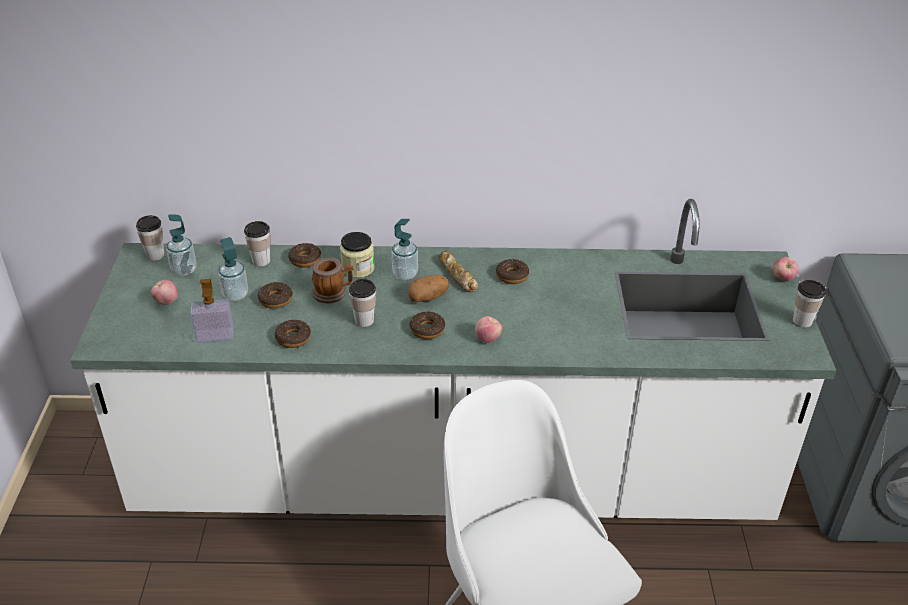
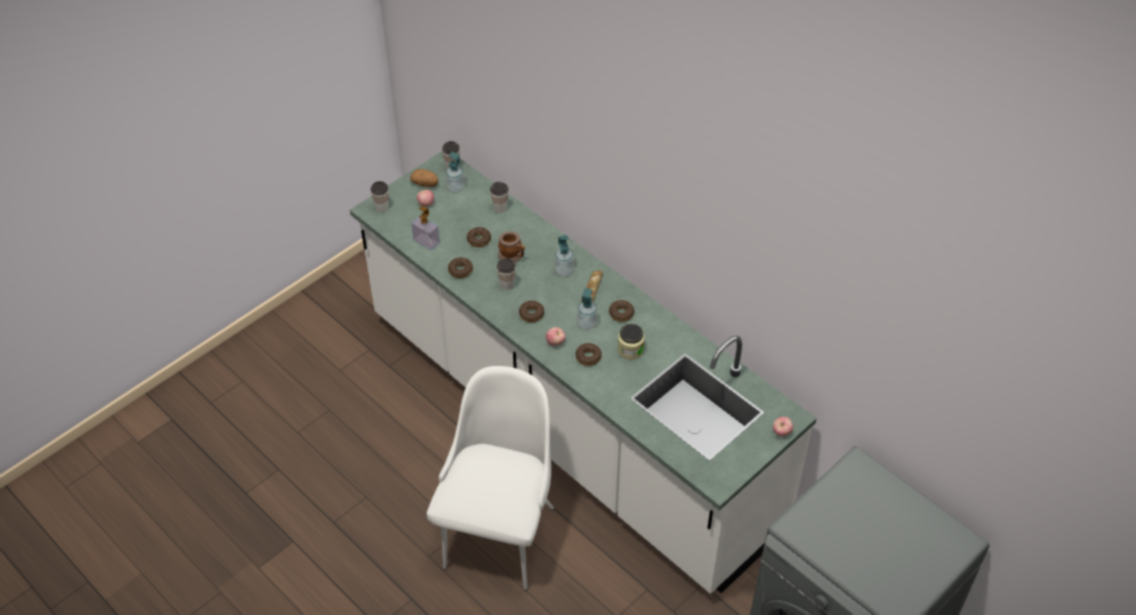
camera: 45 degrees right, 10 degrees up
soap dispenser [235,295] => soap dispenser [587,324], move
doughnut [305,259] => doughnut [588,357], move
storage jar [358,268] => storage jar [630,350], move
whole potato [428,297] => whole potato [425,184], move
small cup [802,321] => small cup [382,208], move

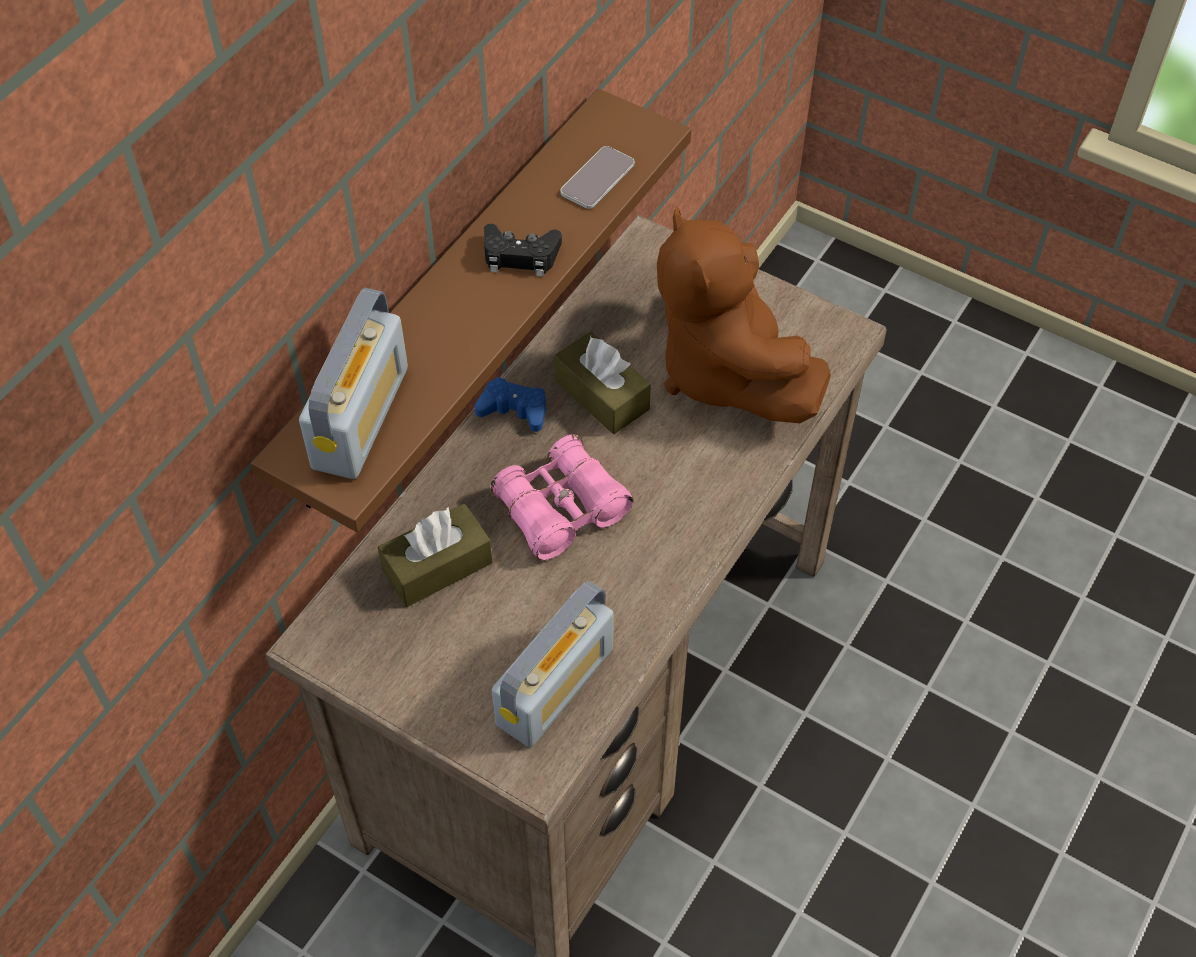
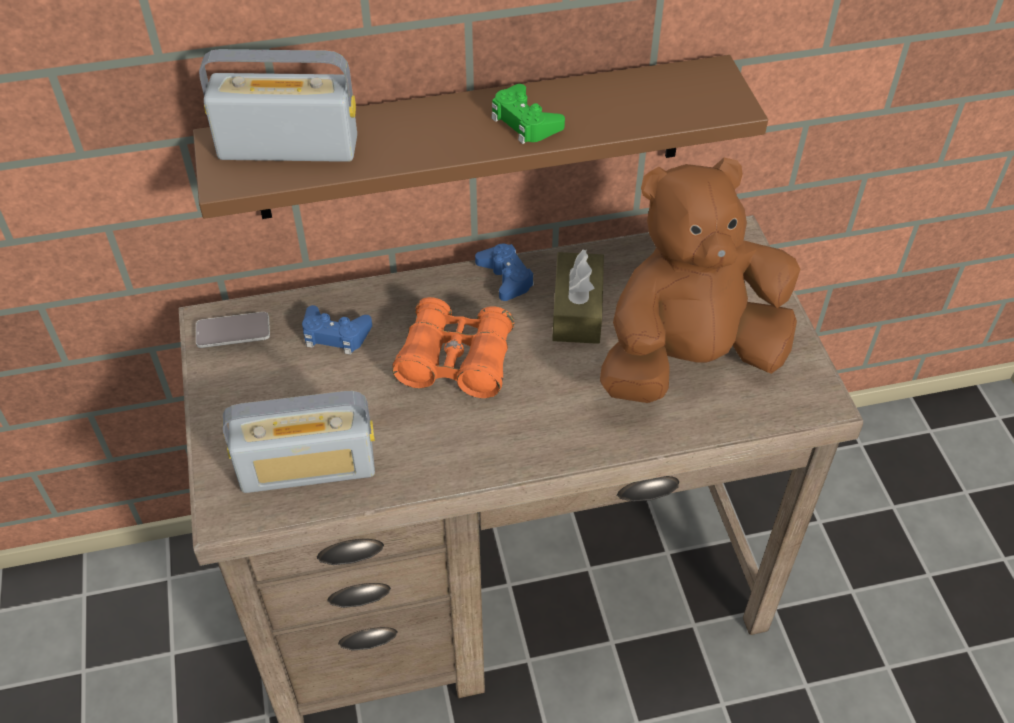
camera: 45 degrees right, 5 degrees down
telephone [597,179] => telephone [233,331], move
brown tissue holder [437,566] => blue-coloured gamepad [335,335]
blackish gamepad [520,256] => greenish gamepad [525,122]
pink pair of binoculars [561,509] => orange pair of binoculars [456,361]
radio [360,417] => radio [288,148], 150 degrees counterclockwise
brown cuddly toy [726,370] => brown cuddly toy [689,359], 45 degrees clockwise

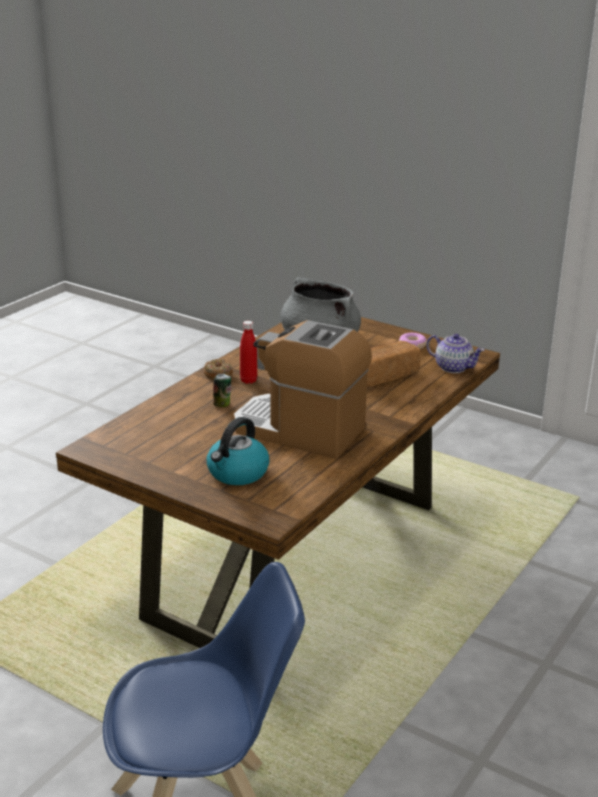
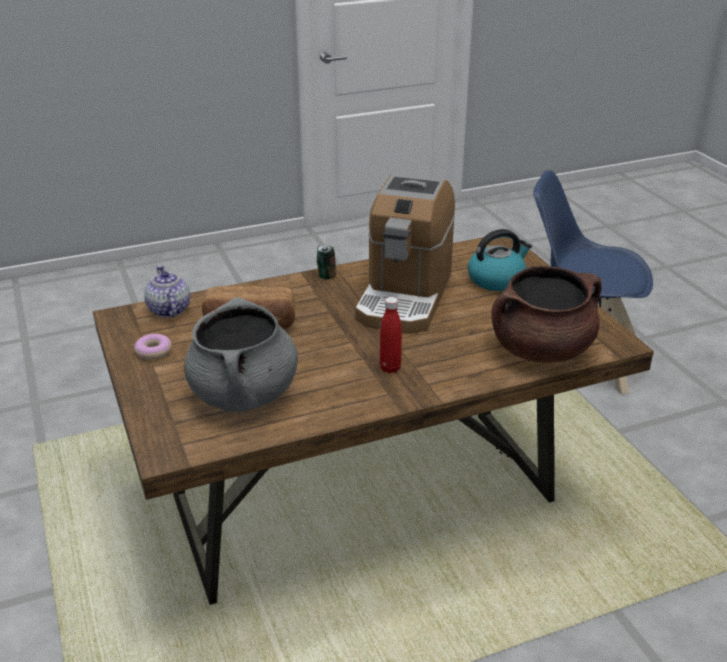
camera: 145 degrees left, 5 degrees up
doughnut [217,374] => nothing
nothing => brown stockpot [541,349]
can [222,404] => can [326,276], move
coffee brewer [299,430] => coffee brewer [404,297], 45 degrees clockwise

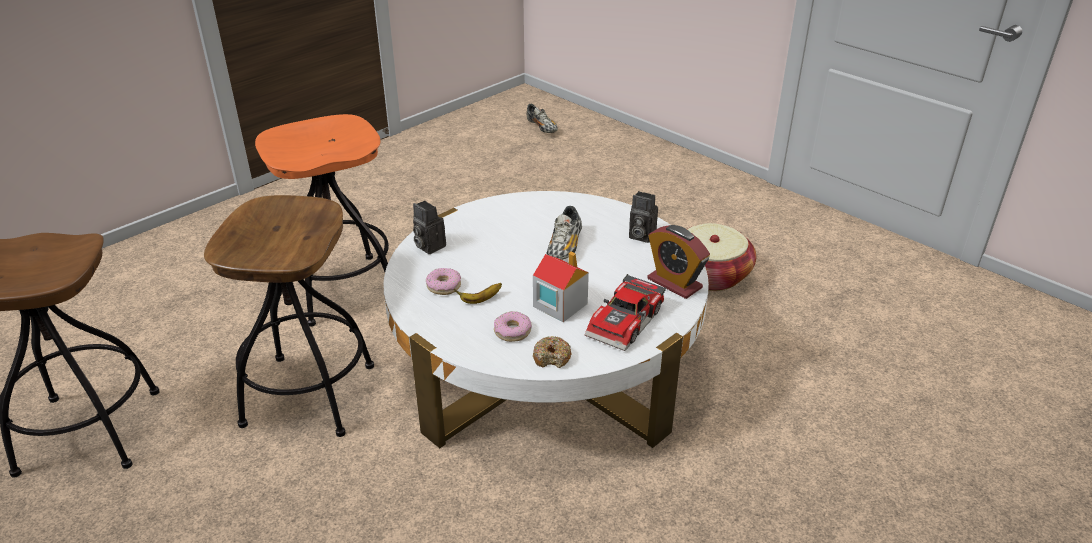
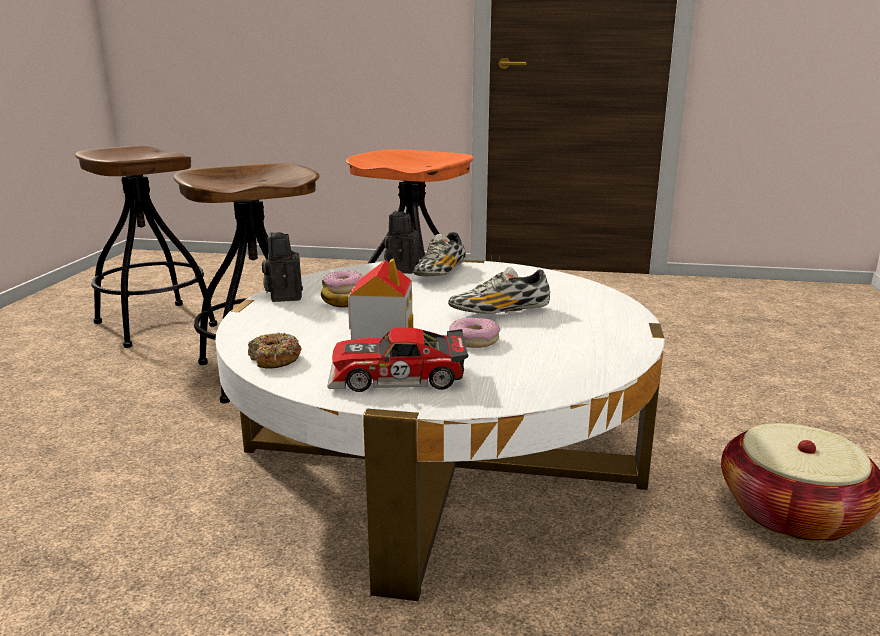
camera: 55 degrees right, 15 degrees down
table clock [674,283] => nothing
doughnut [512,331] => doughnut [474,340], move
item of footwear [542,128] => item of footwear [440,273], move
still camera [640,236] => still camera [284,296], move

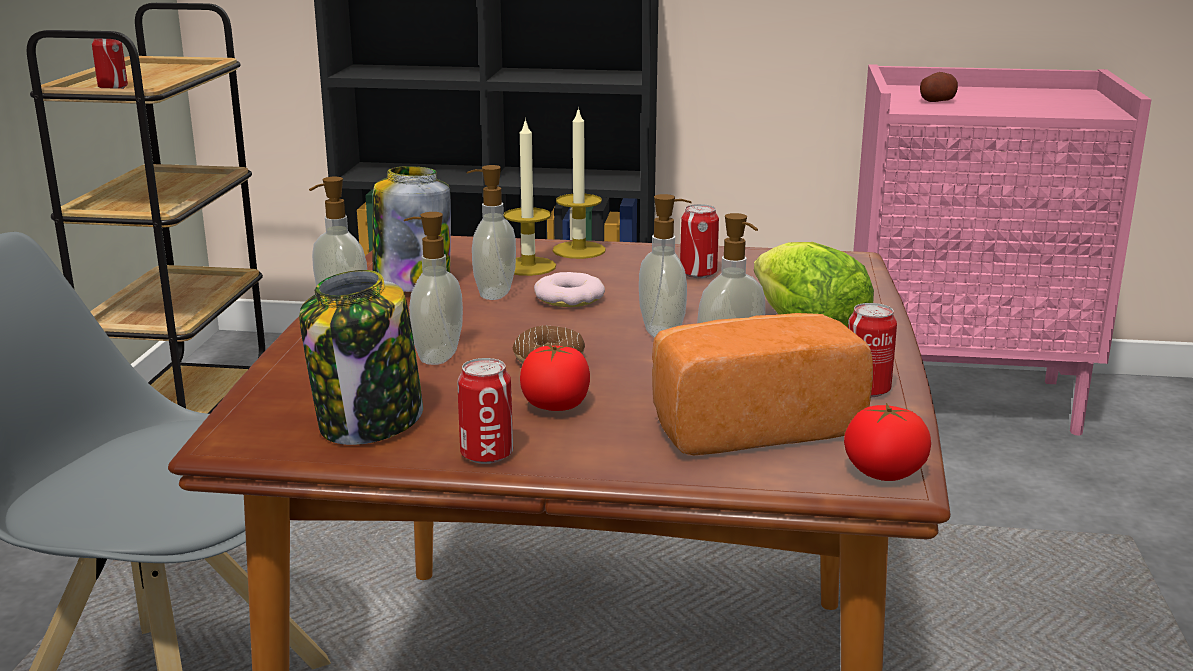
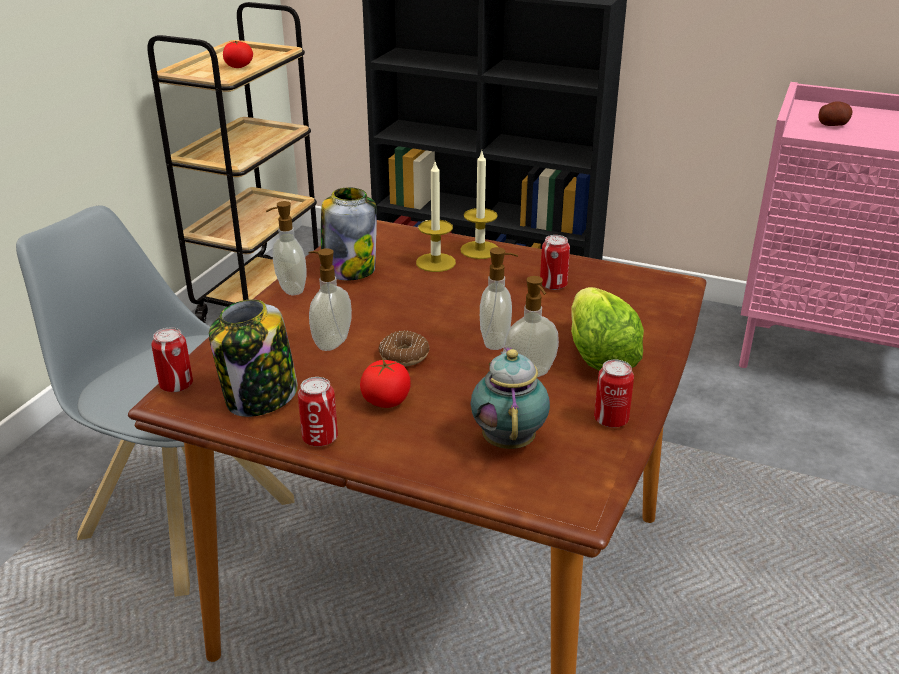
camera: 15 degrees right, 10 degrees up
soap dispenser [493,293] => nothing
doughnut [569,298] => nothing
can [113,88] => can [176,385], move
tomato [884,472] => tomato [239,66], move
bakery bread [750,424] => pot for tea [509,439]

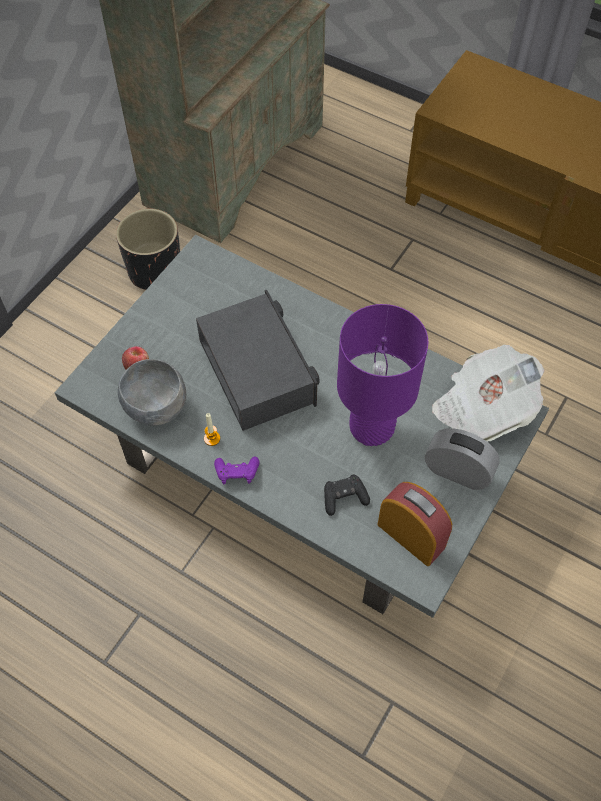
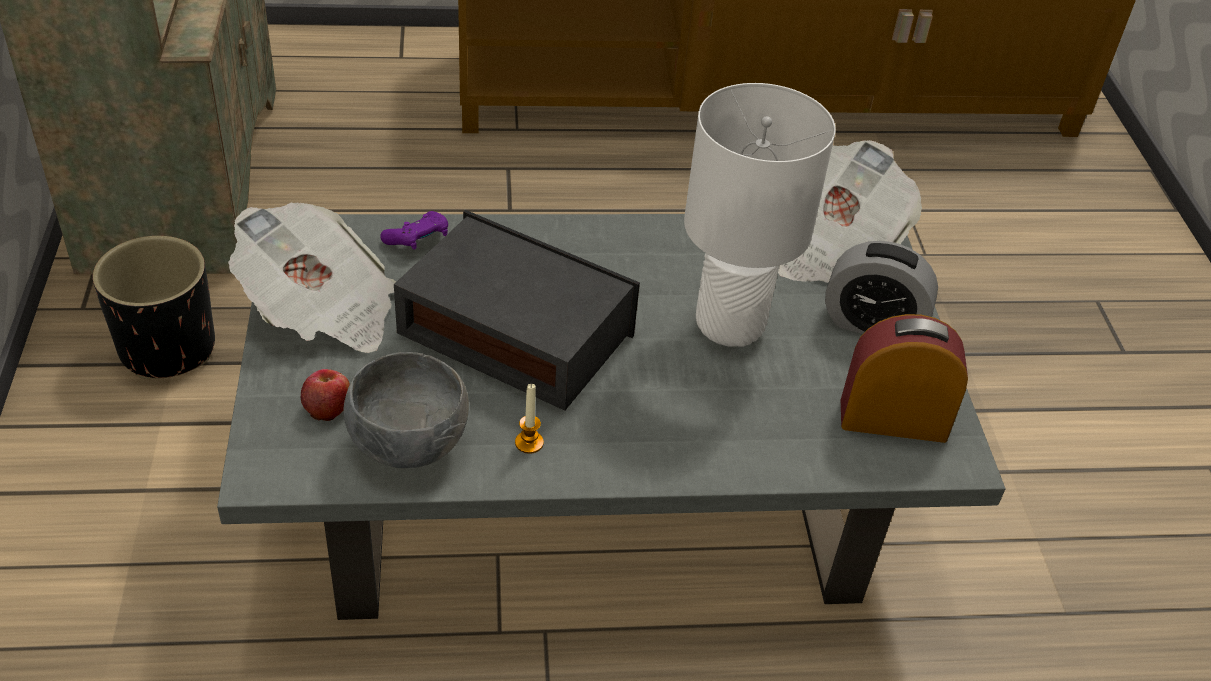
camera: 40 degrees left, 15 degrees down
blackish gamepad [344,498] => nothing
nothing => printed paper [321,310]
purplish gamepad [237,474] => purplish gamepad [418,241], move
purplish tabletop lamp [371,429] => white tabletop lamp [728,329]
table clock [457,471] => table clock [872,324], 150 degrees counterclockwise

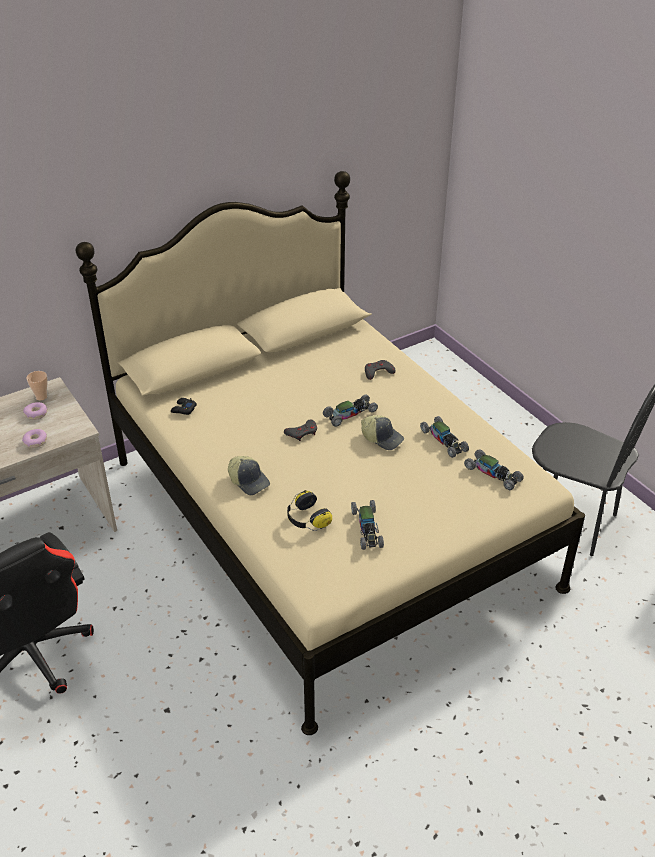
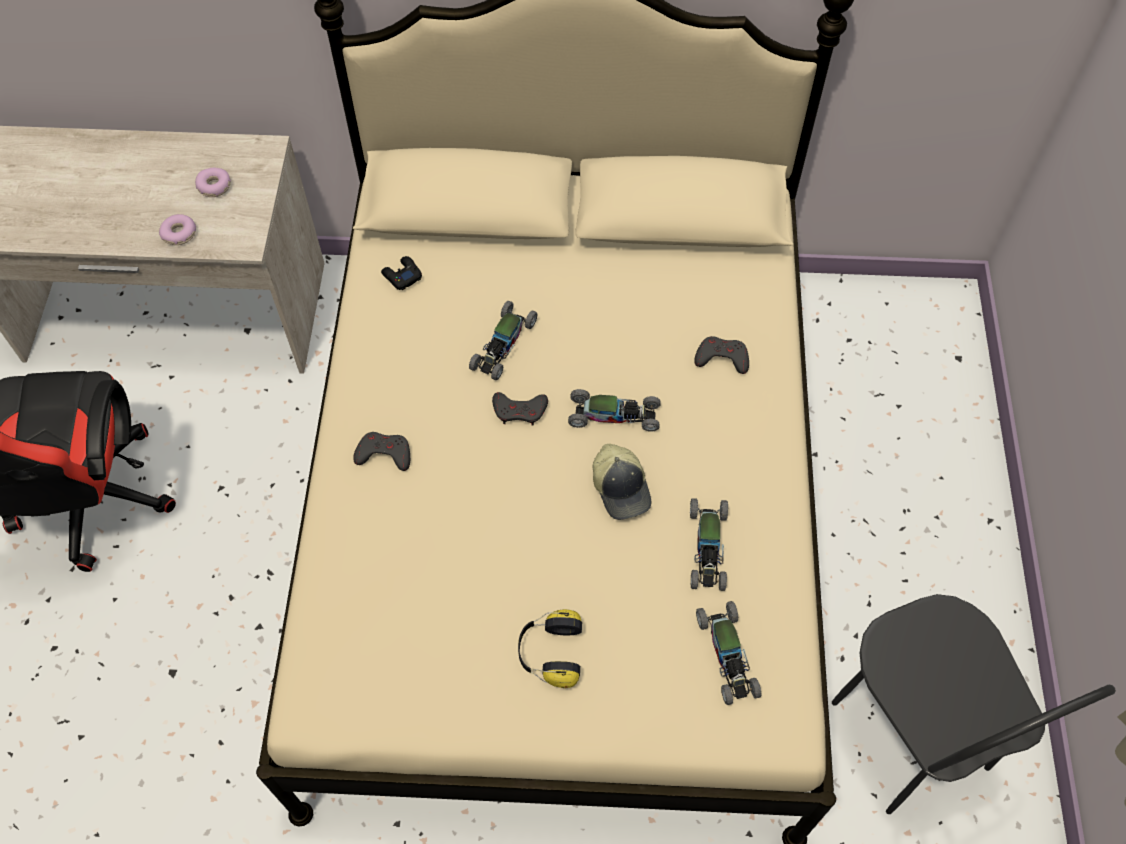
camera: 35 degrees right, 20 degrees up
small cup [41,397] => nothing
pair of headphones [306,519] => pair of headphones [549,653], move
miniature car [367,528] => miniature car [503,345], move
peaked cap [249,481] => grey gamepad [384,454]

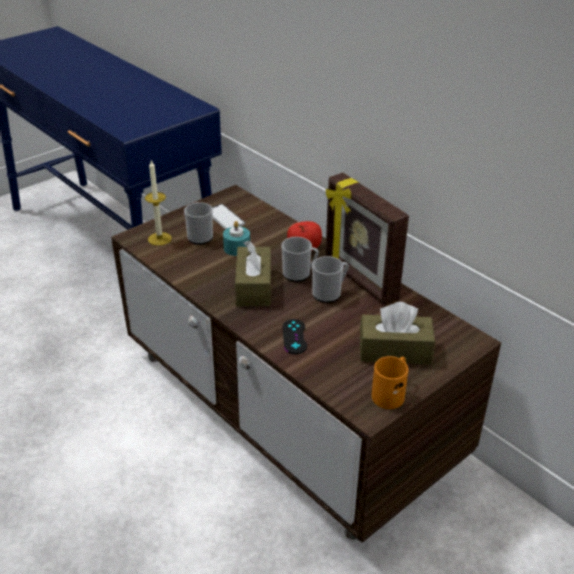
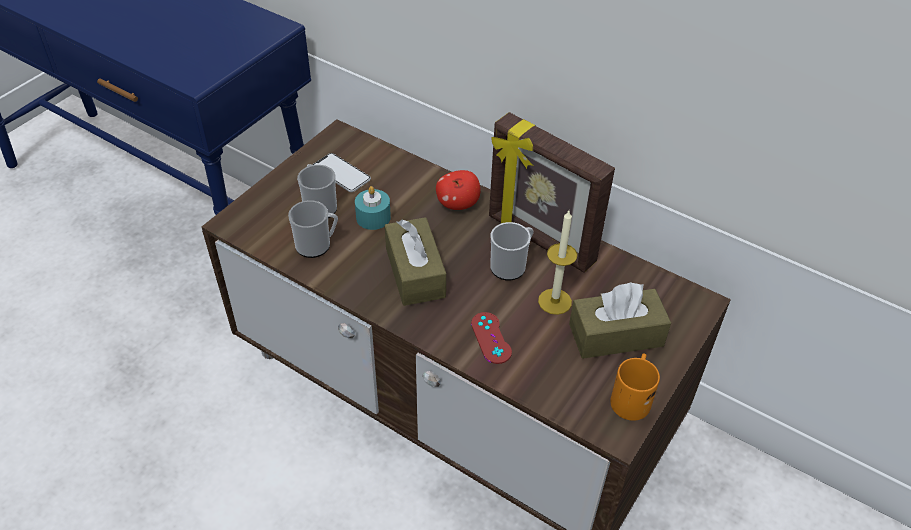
camera: 15 degrees left, 10 degrees up
candle [159,239] => candle [554,301], move
coffee mug [299,274] => coffee mug [317,245], move
blackish gamepad [294,336] => red-coloured gamepad [491,338]

